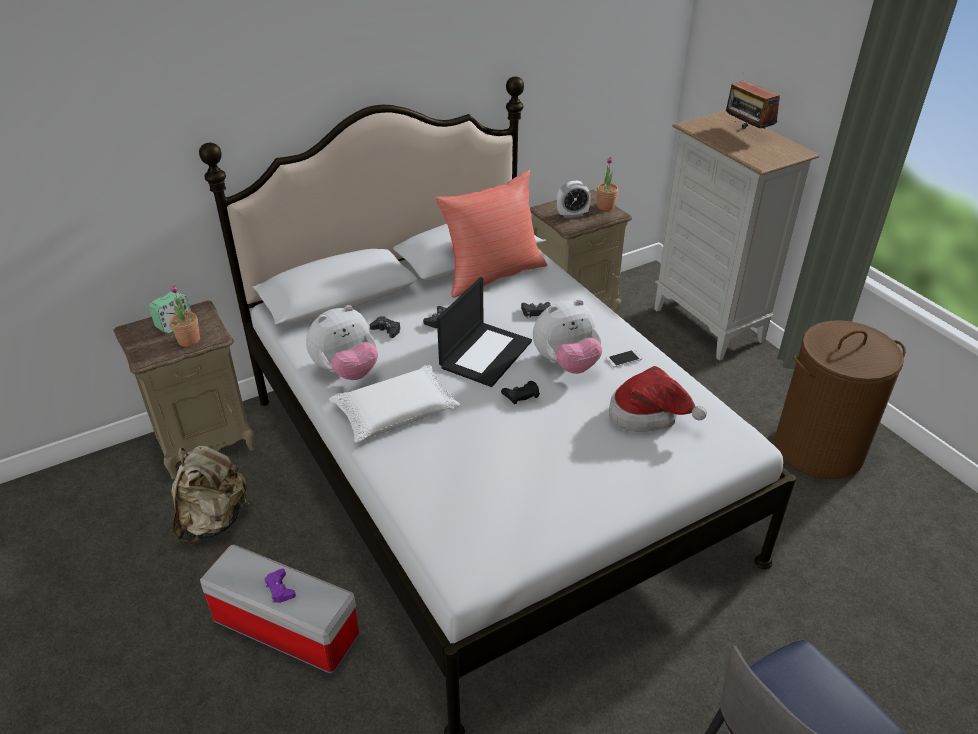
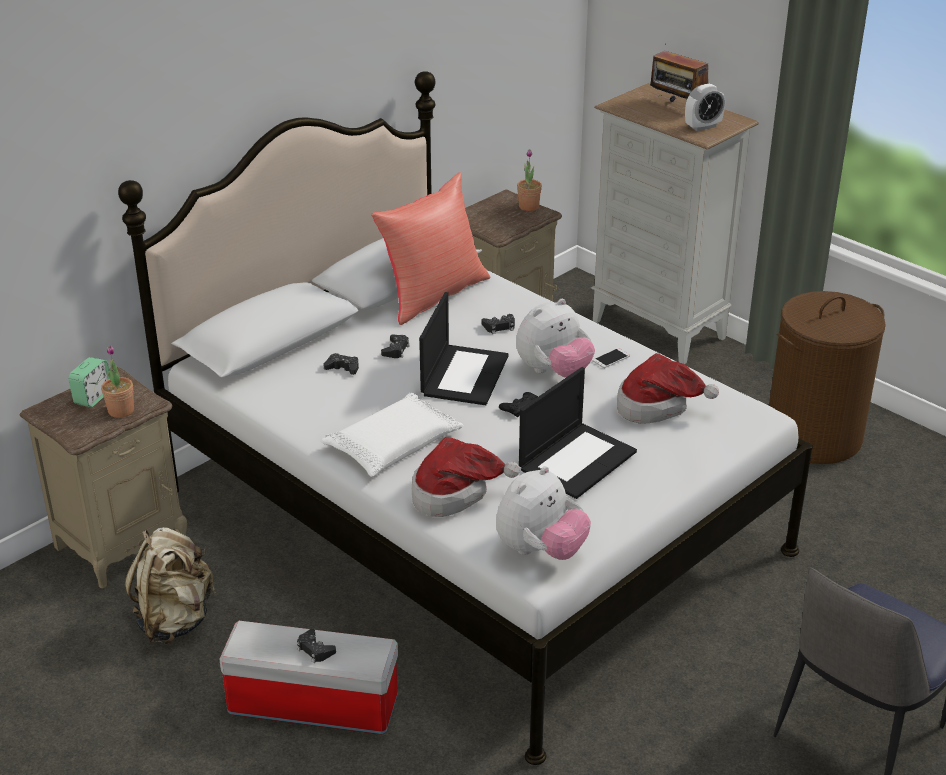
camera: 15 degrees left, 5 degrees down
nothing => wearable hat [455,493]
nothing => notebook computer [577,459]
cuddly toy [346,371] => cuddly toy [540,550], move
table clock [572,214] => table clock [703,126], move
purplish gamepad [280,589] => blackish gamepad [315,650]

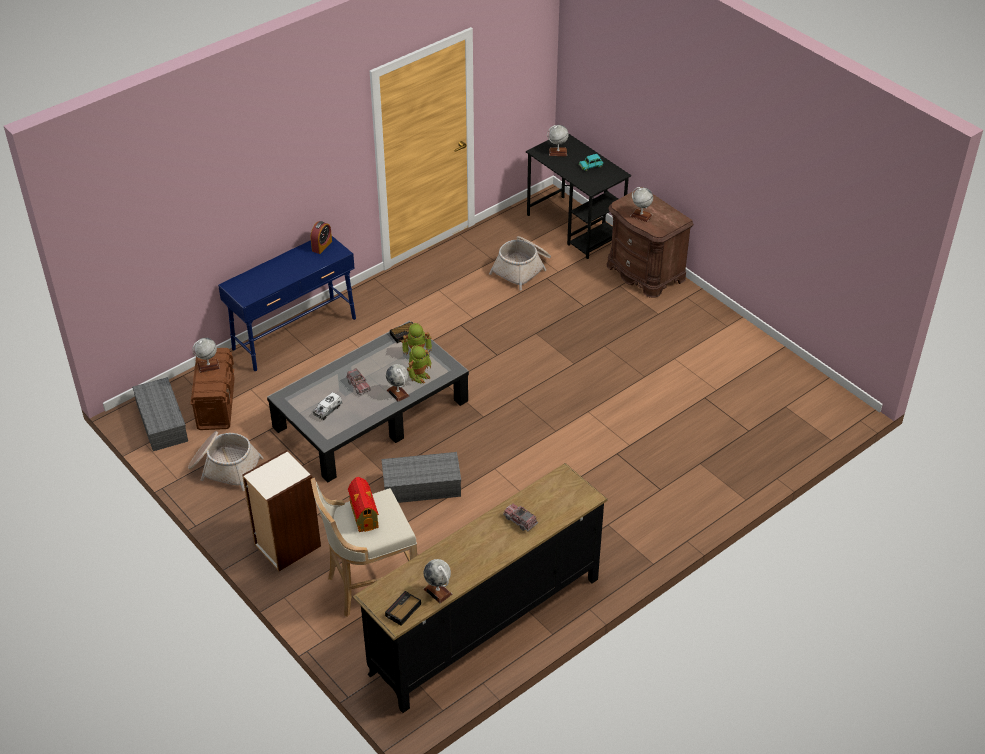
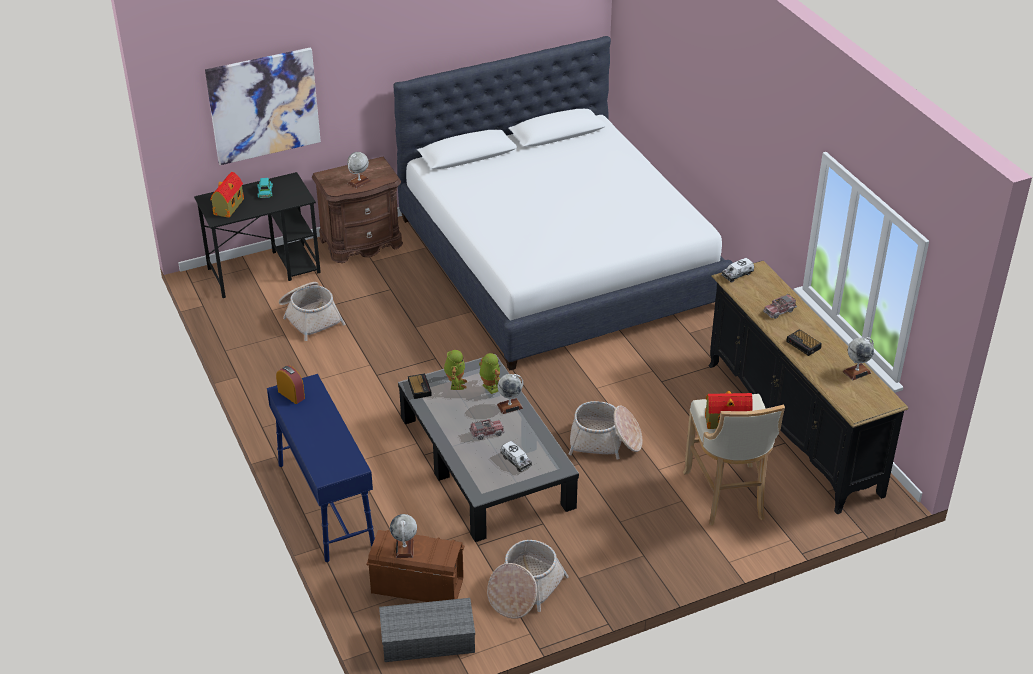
camera: 75 degrees left, 5 degrees down
shelving unit [286,546] => nothing
nothing => wall art [263,105]
nothing => white bedroom bed [557,261]
nothing => toy lorry [737,274]
table clock [402,610] => table clock [804,345], move
grey storage box [420,487] => household basket [605,441]
world globe [557,152] => model house [228,207]

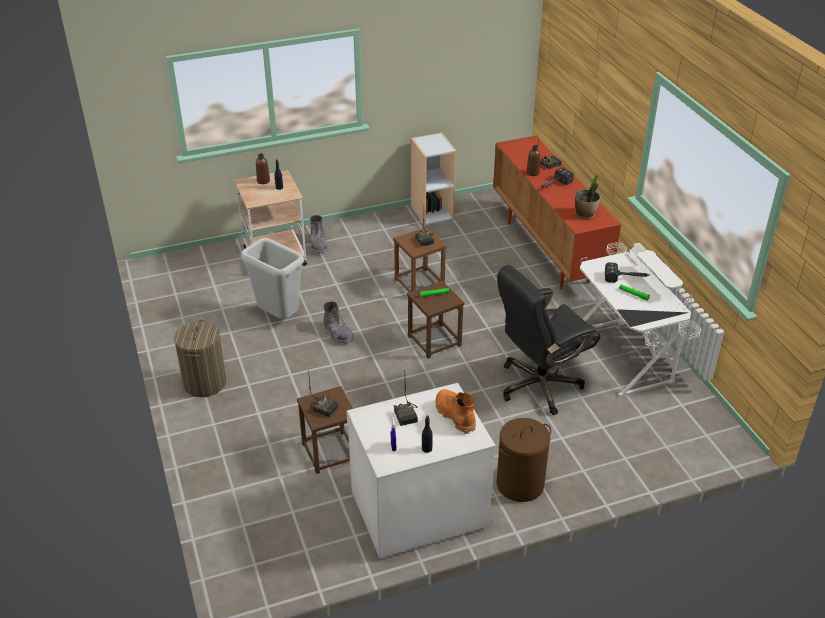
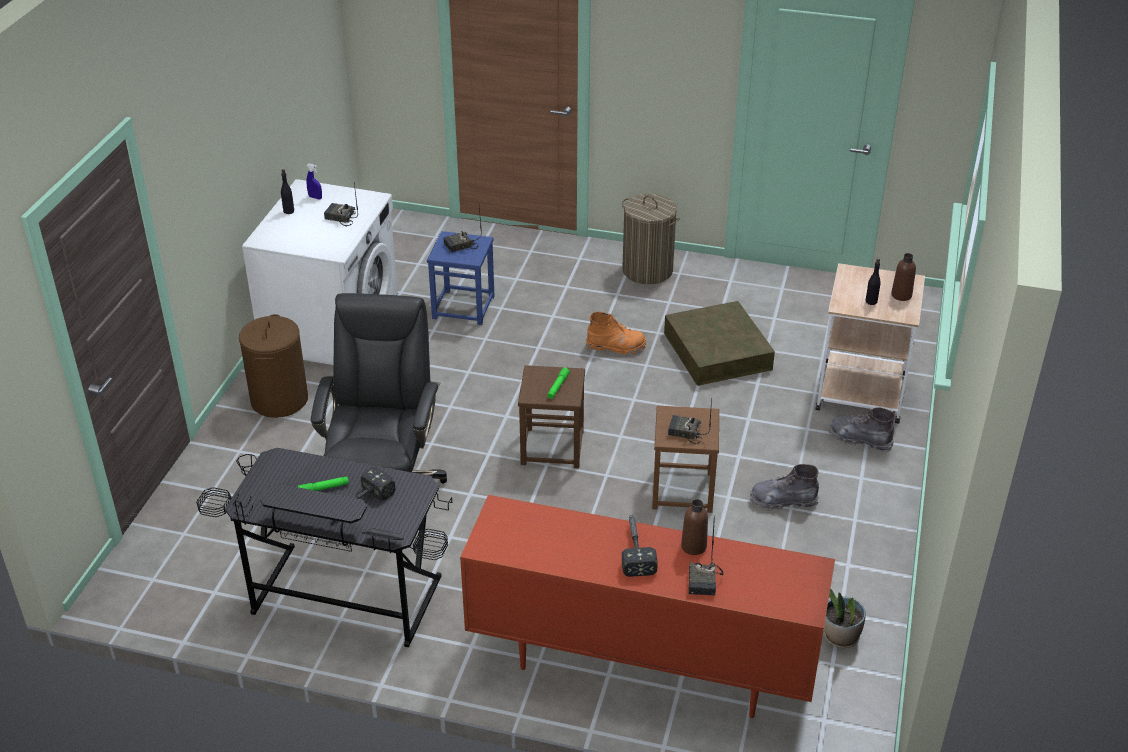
camera: 125 degrees right, 0 degrees up
shelving unit [432,212] => nothing
grey boot [338,333] => grey boot [783,501], move
orange boot [455,415] => orange boot [616,347], move
plant in a pot [585,214] => plant in a pot [840,637], move
grey rubbish bin [279,317] => brown storage box [717,351]
brown sitting stool [329,452] => blue-coloured sitting stool [463,307]
white desk unit [624,356] => blackish desk unit [344,599]

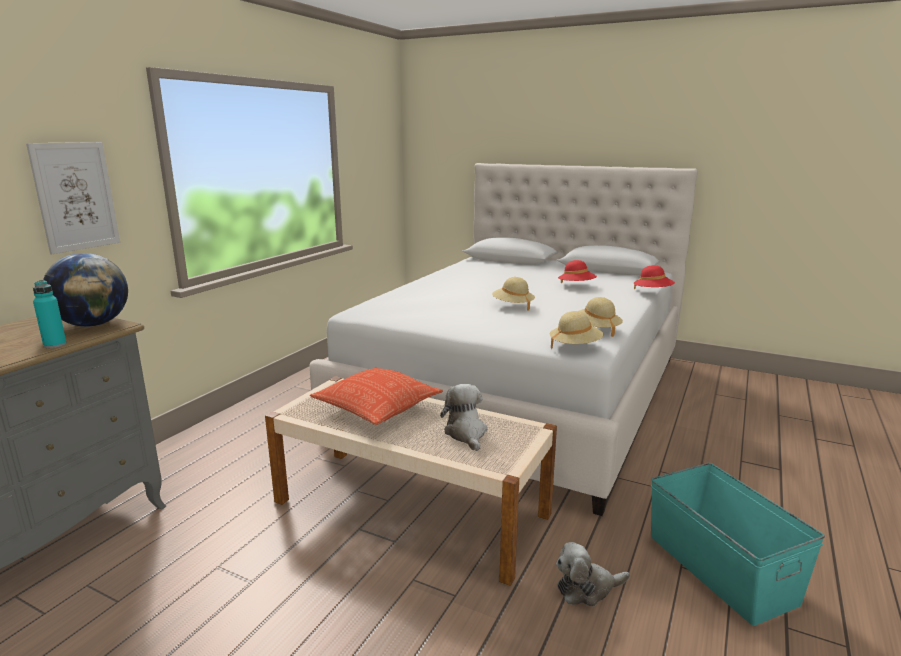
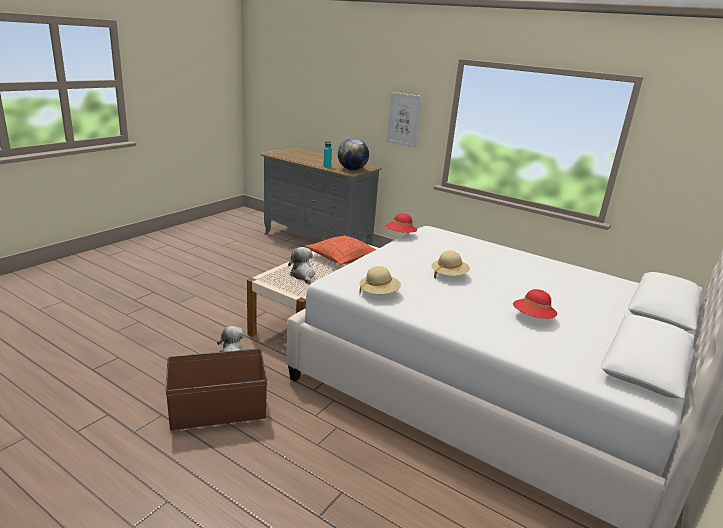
camera: 95 degrees right, 5 degrees up
beige-coloured wearable hat [575,346] => nothing
red-coloured wearable hat [653,292] => red-coloured wearable hat [400,235], move
blue-green storage box [720,567] => brown storage box [218,410]
cuddly toy [466,433] => cuddly toy [303,275], 105 degrees counterclockwise

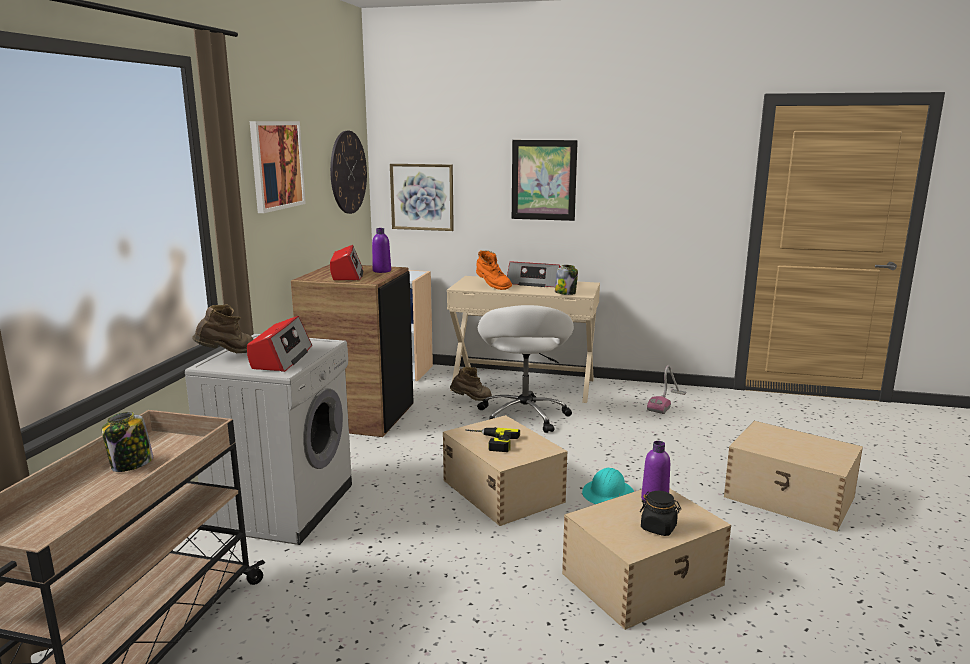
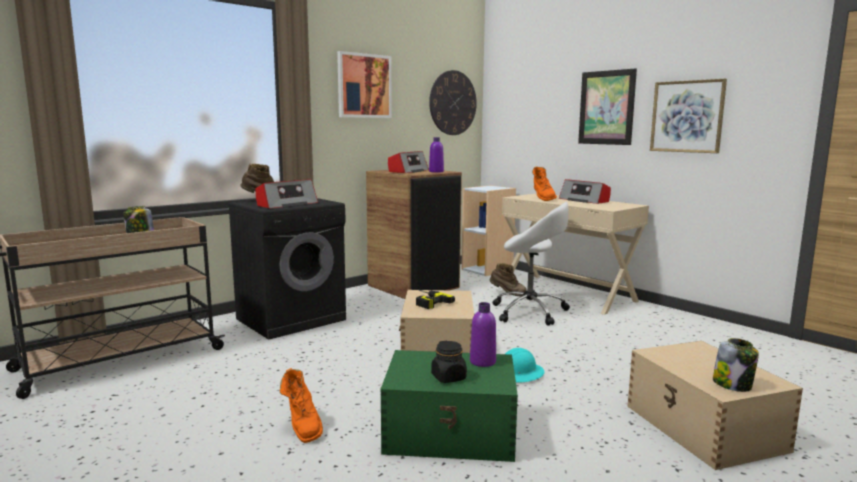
camera: 35 degrees right, 5 degrees down
hoover [667,402] => nothing
nothing => orange boot [303,427]
wall art [422,197] => wall art [687,116], move
storage jar [565,293] => storage jar [733,385], move
white laundry appliance [286,507] => blackish laundry appliance [292,320]
beige-coloured storage box [644,579] => greenish storage box [451,432]
white office chair [523,417] => white office chair [531,312], 105 degrees counterclockwise

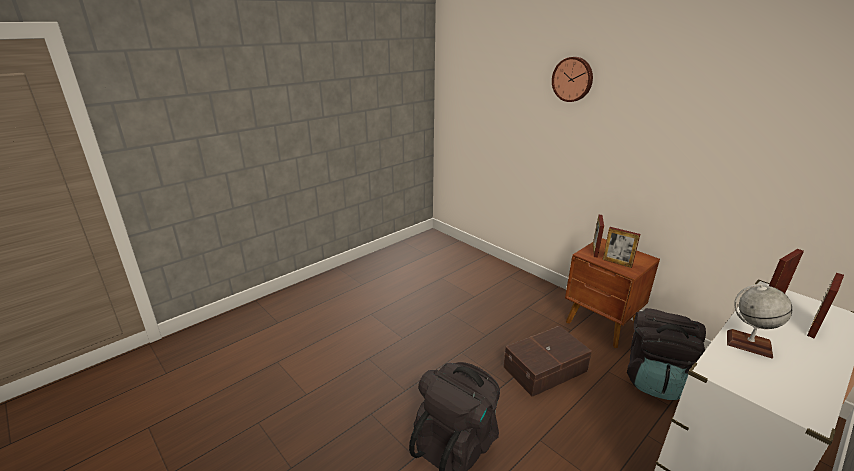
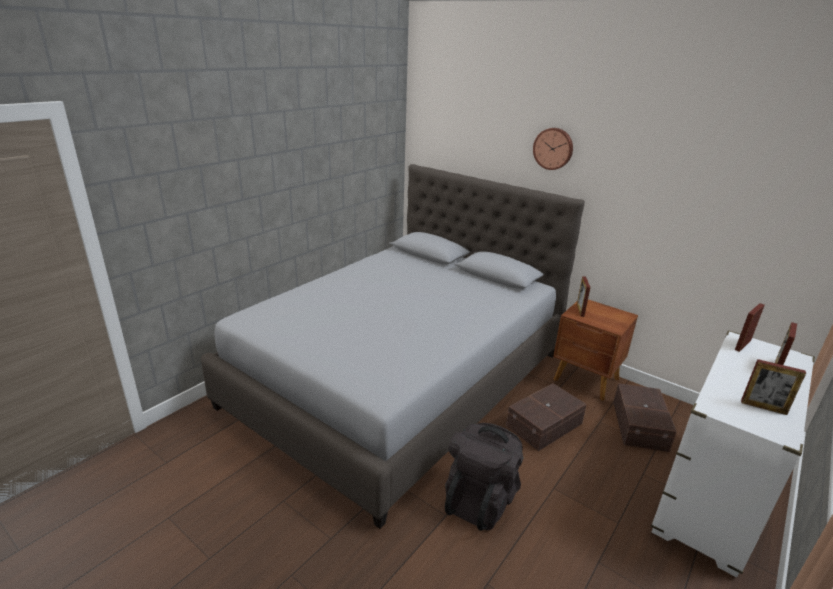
camera: 10 degrees left, 0 degrees up
world globe [748,344] => nothing
nothing => grey bedroom bed [400,379]
photo frame [617,263] => photo frame [763,407], move
blackish backpack [654,379] => brown storage box [640,425]

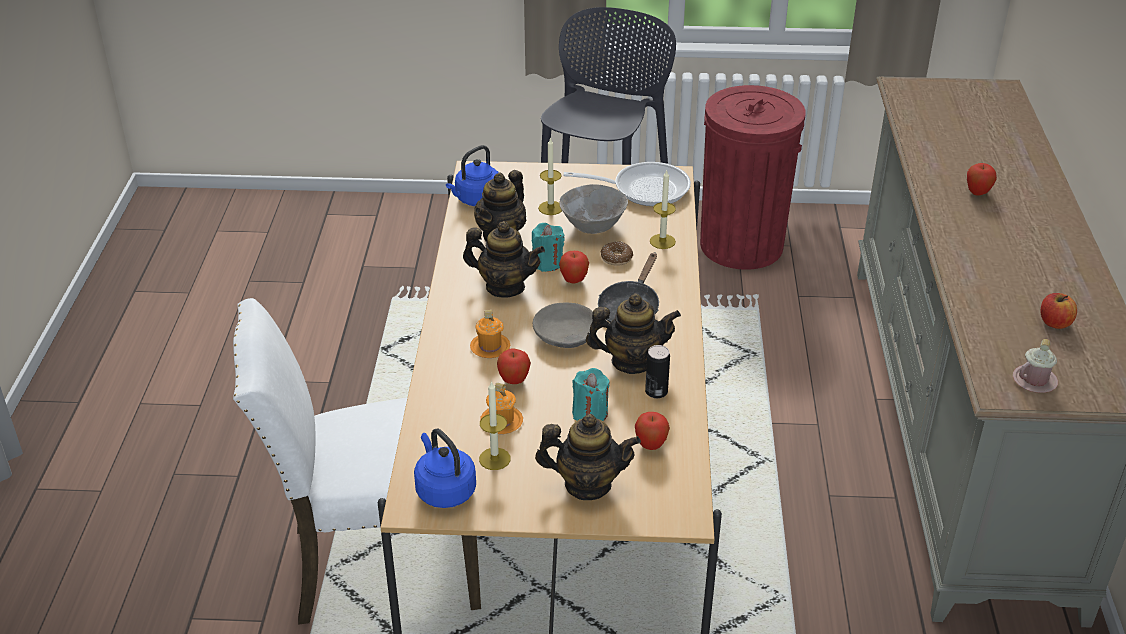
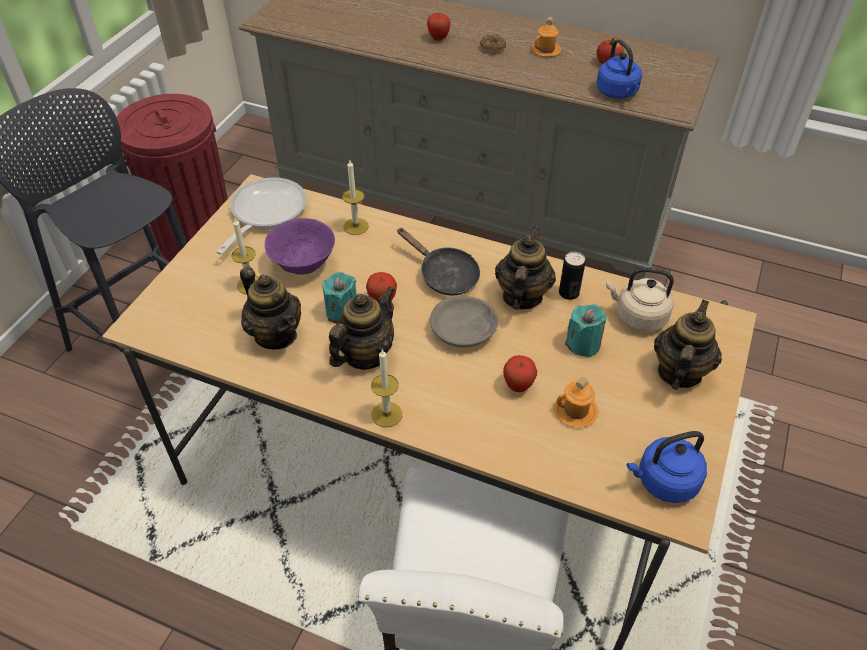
camera: 70 degrees left, 10 degrees up
pink coffee mug [1034,380] => nothing
blue-coloured tea kettle [476,200] => blue-coloured tea kettle [618,93], move
orange coffee mug [490,347] => orange coffee mug [546,50], move
candle [494,459] => candle [386,414], move
doughnut [616,258] => doughnut [492,48], move
apple [651,445] => beige-coloured tea kettle [638,317]
grey deep dish [592,226] => purplish deep dish [302,264]

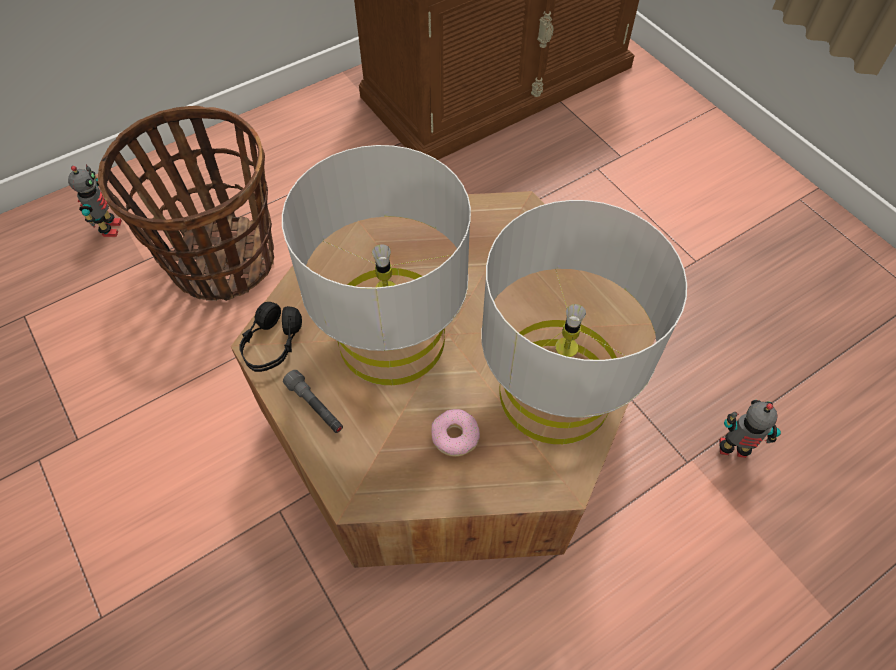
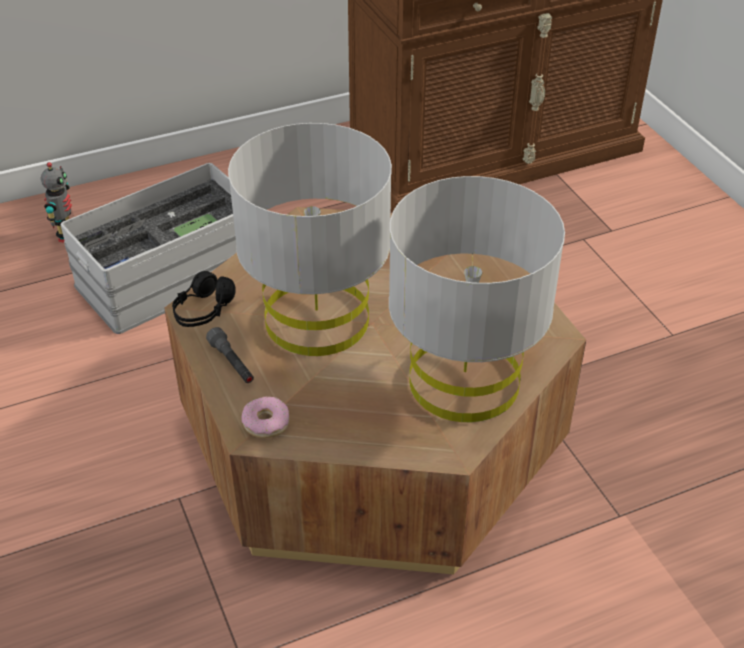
camera: 10 degrees right, 15 degrees down
toy robot [732,450] => nothing
doughnut [455,436] => doughnut [266,423], move
household basket [221,260] => grey storage box [171,276]

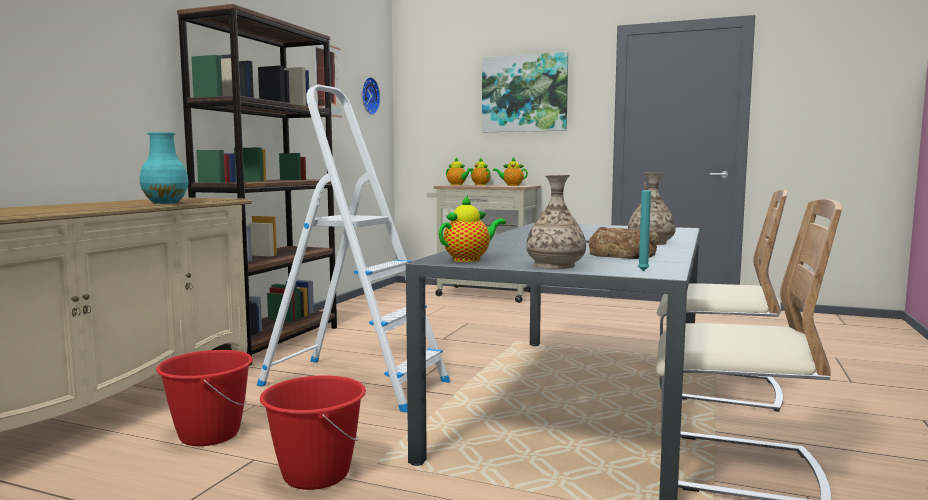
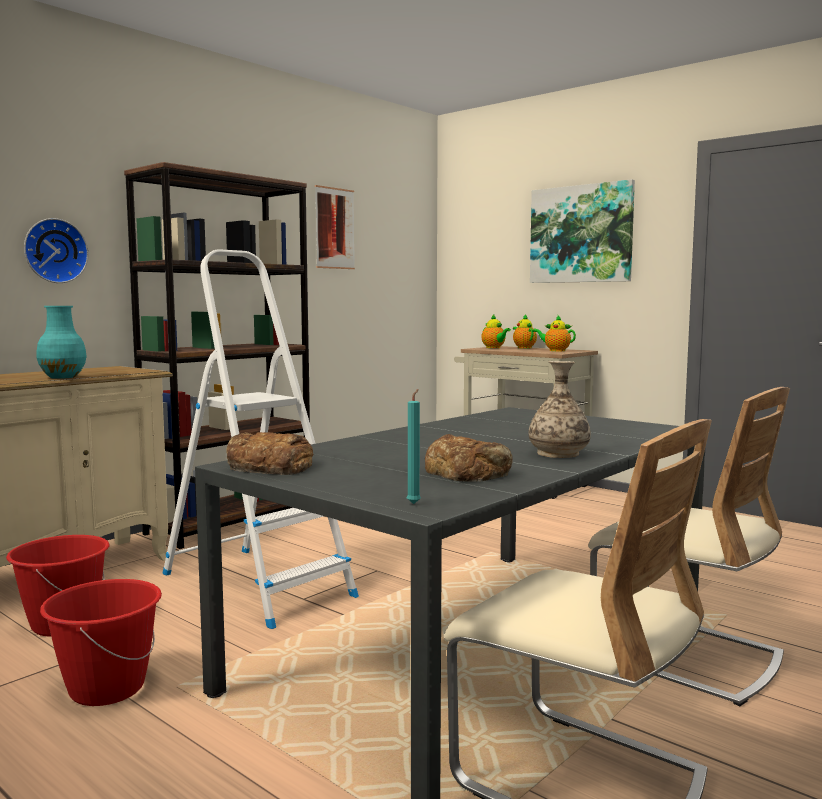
camera: 20 degrees right, 0 degrees up
decorative vase [555,265] => nothing
hanging clock [368,96] => hanging clock [54,251], move
pot for tea [469,259] => bakery bread [270,466]

